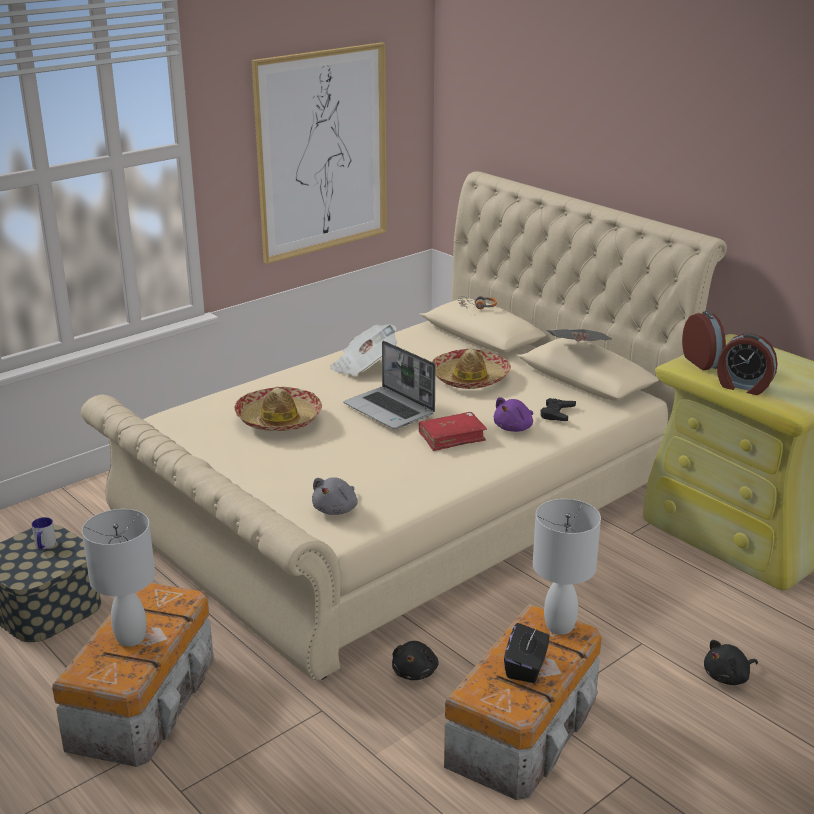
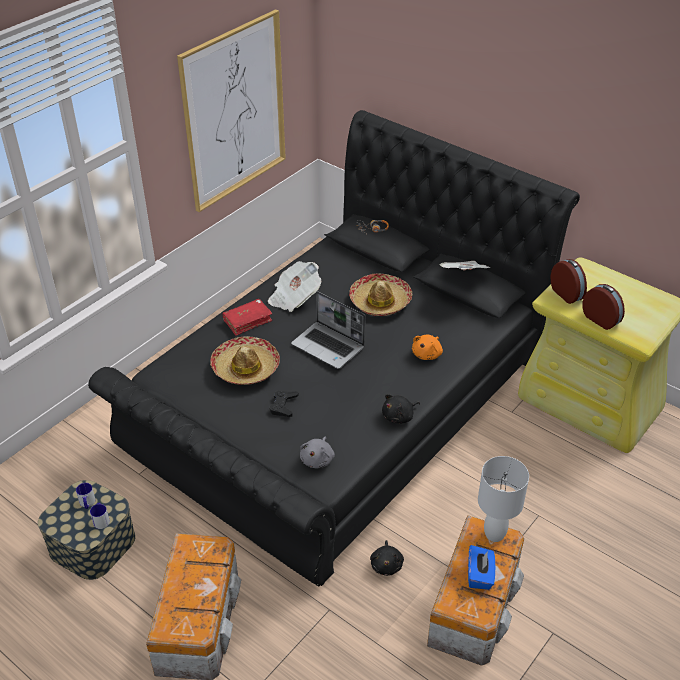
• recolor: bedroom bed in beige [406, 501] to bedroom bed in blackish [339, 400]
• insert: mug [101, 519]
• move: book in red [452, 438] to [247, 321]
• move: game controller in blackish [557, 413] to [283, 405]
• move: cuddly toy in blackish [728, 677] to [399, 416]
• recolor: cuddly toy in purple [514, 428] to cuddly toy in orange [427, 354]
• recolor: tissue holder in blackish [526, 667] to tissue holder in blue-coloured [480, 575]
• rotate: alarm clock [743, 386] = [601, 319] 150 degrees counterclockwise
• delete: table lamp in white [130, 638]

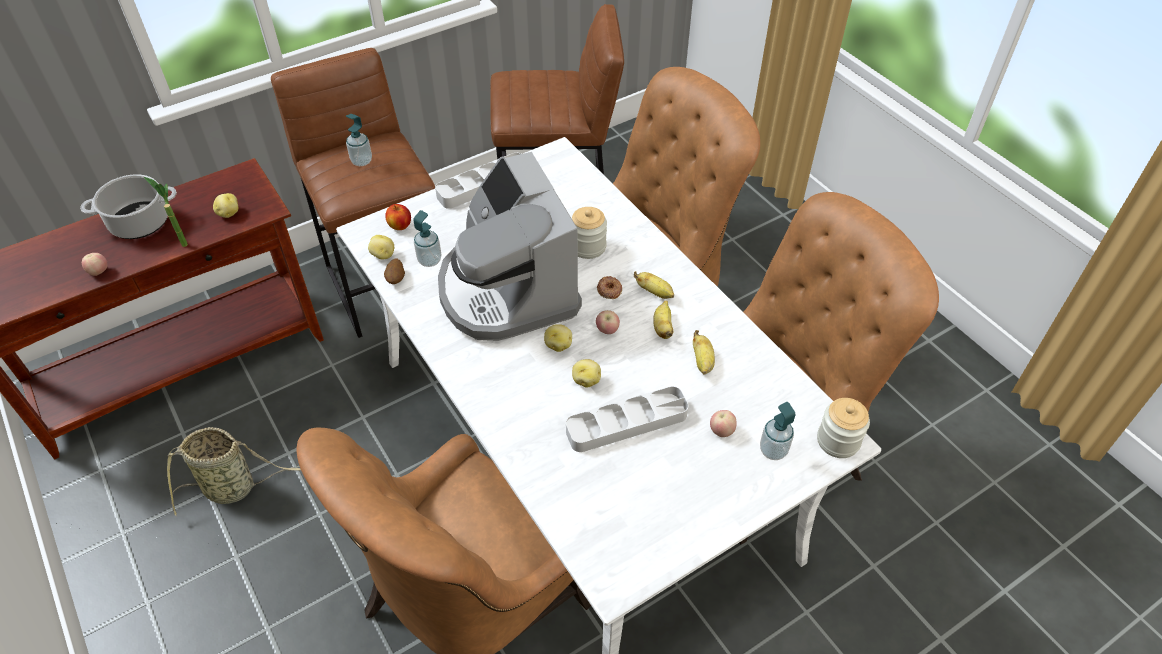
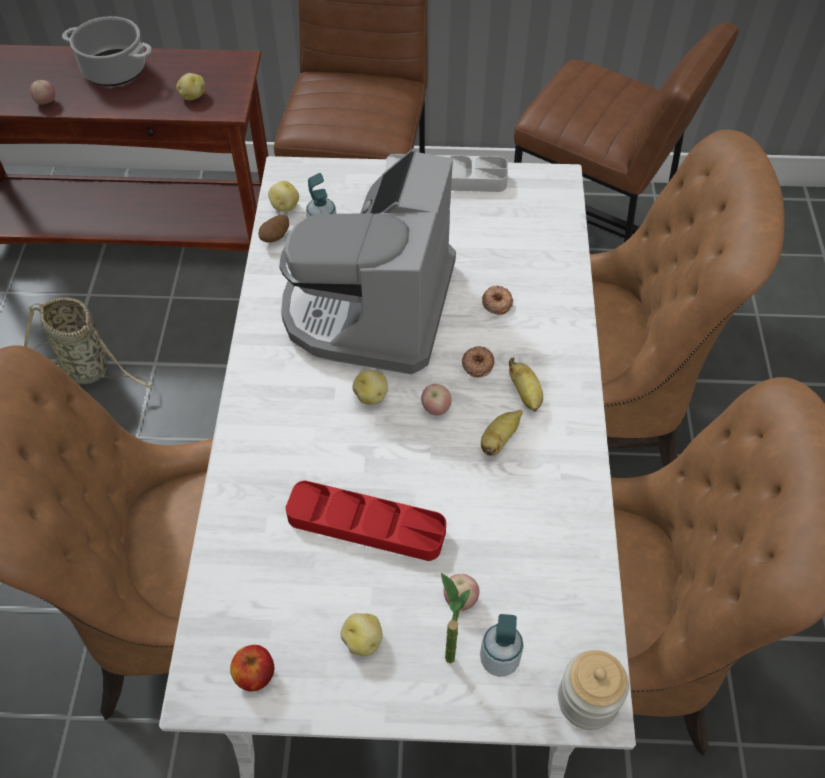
• move: apple fruit [400, 226] to [255, 675]
• recolor: tray in gray [626, 423] to tray in red [366, 525]
• move: potato [586, 380] to [363, 640]
• move: potted plant [181, 241] to [448, 648]
• replace: jar [588, 247] to ring doughnut [497, 303]
• delete: soap dispenser [361, 161]
• delete: whole banana [702, 362]

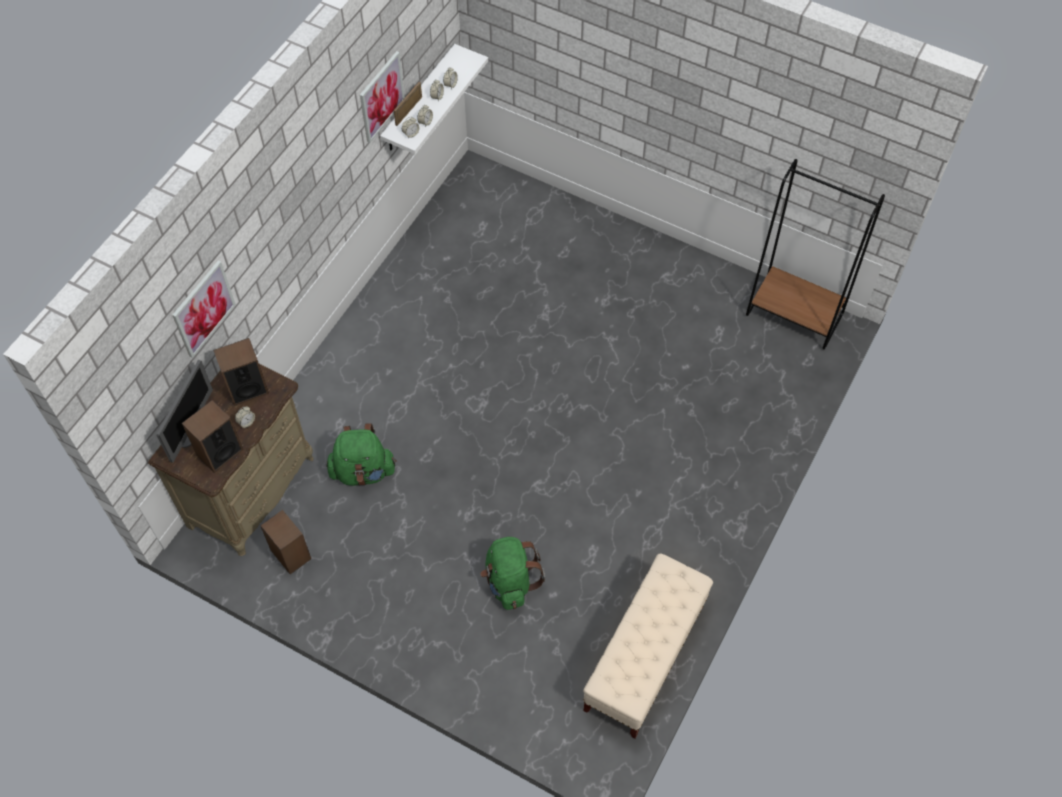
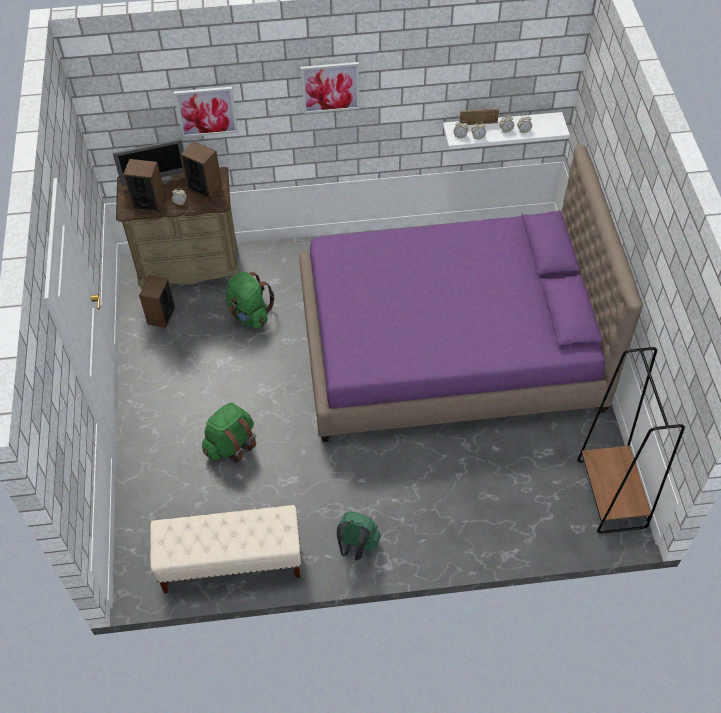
• insert: bedroom bed in purple [449, 347]
• move: picture [381, 96] to [330, 87]
• insert: knapsack in green-coloured [356, 546]

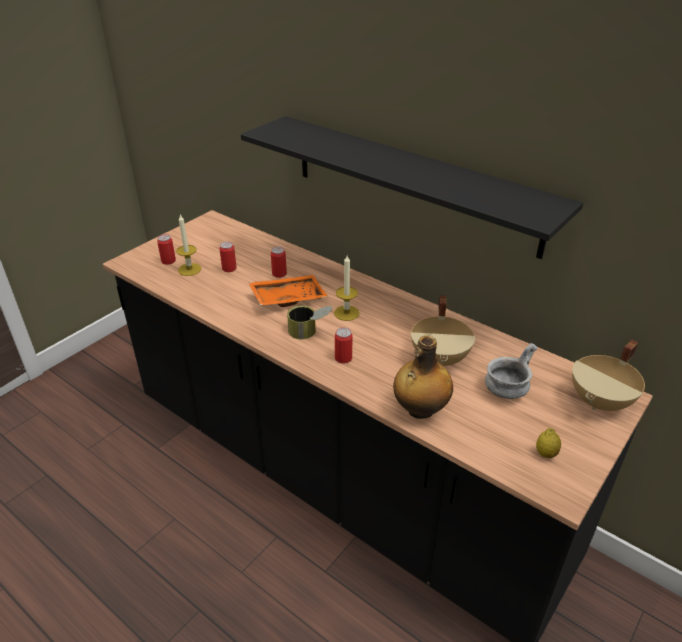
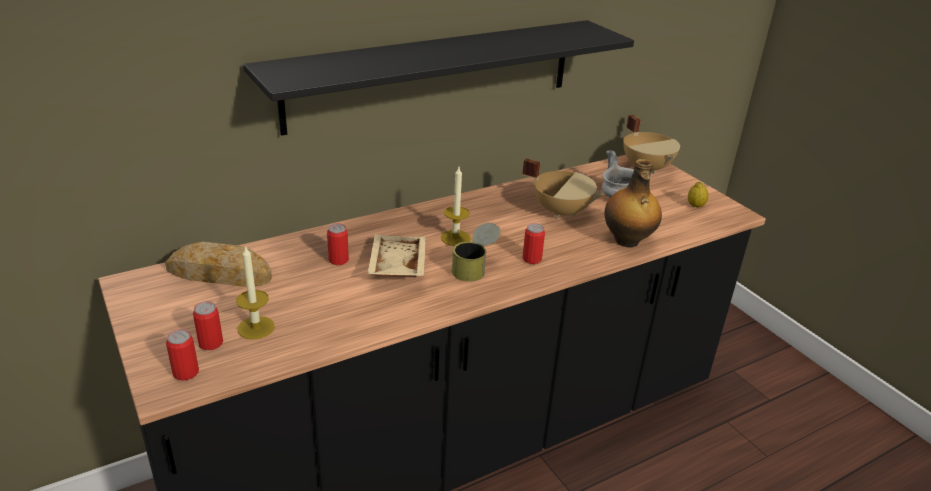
• insert: bread [219, 273]
• move: can [229, 268] to [186, 373]
• recolor: tray in orange [288, 297] to tray in beige [396, 266]

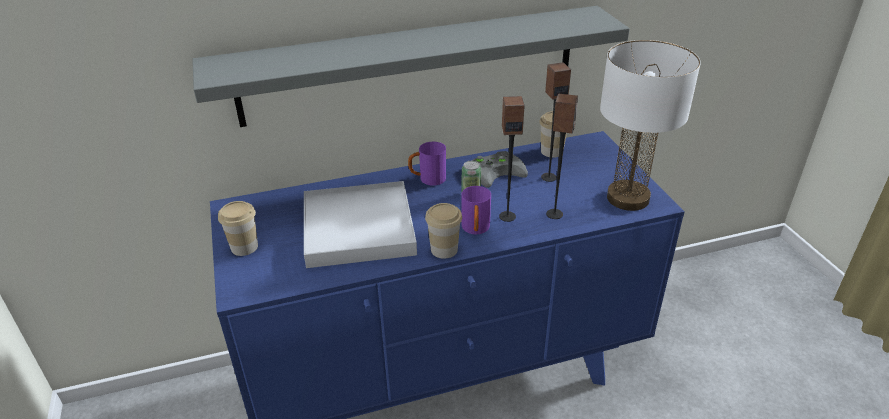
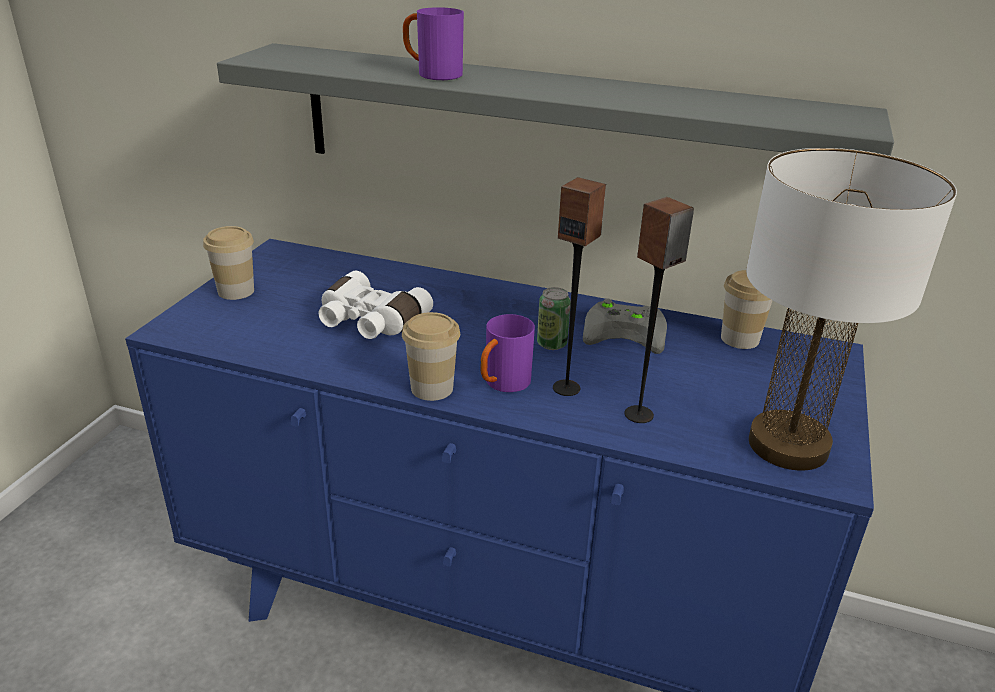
• replace: tray in white [358, 228] to field glasses in white [369, 322]
• move: mug in purple [427, 179] to [432, 74]
• delete: speaker [548, 177]

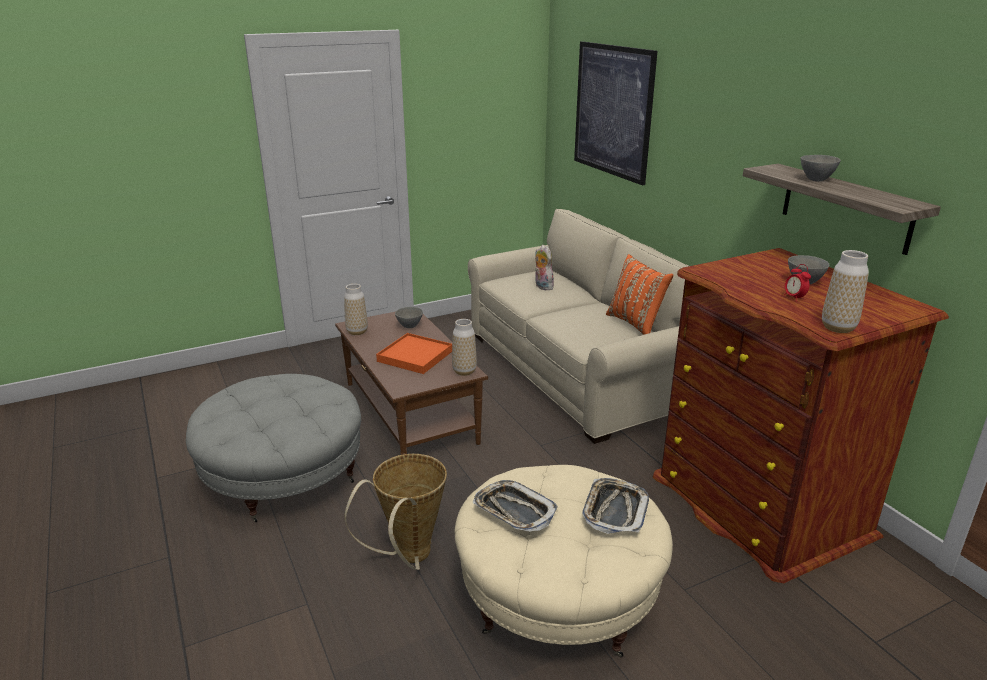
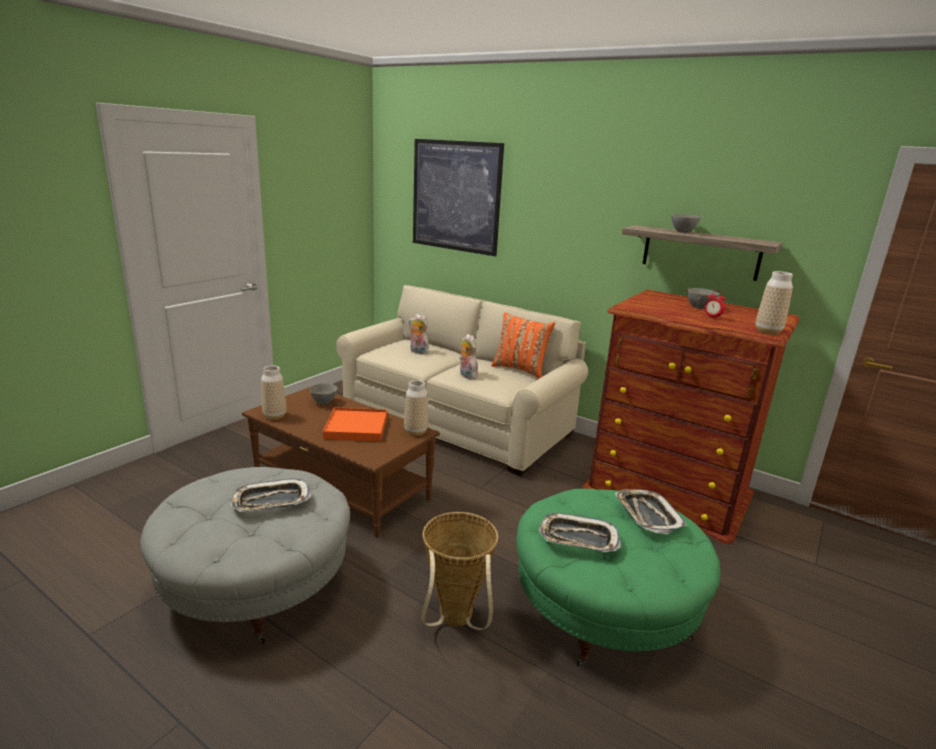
• insert: tray [271, 501]
• insert: cuddly toy [466, 375]
• recolor: footrest in beige [559, 595] to footrest in green-coloured [604, 608]

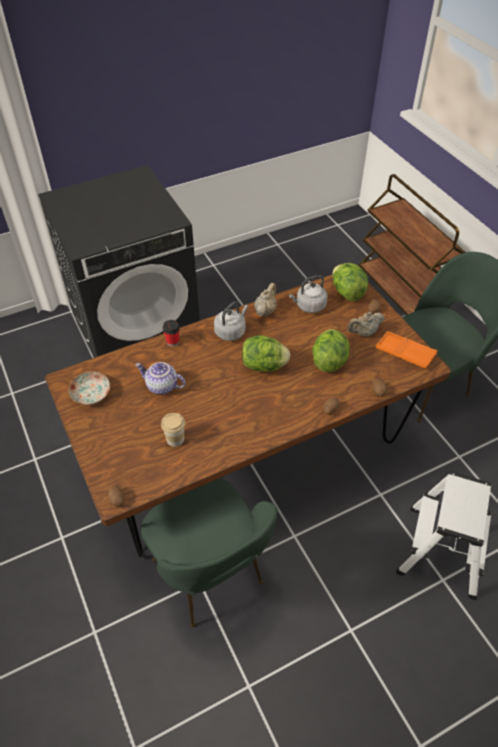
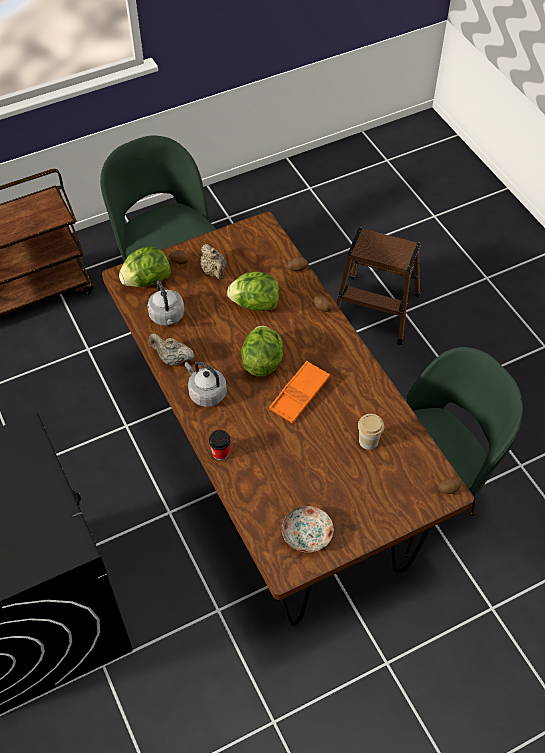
• move: tray in orange [405, 353] to [299, 395]
• recolor: step stool in white [441, 551] to step stool in brownish [375, 308]
• delete: tea pot [161, 387]

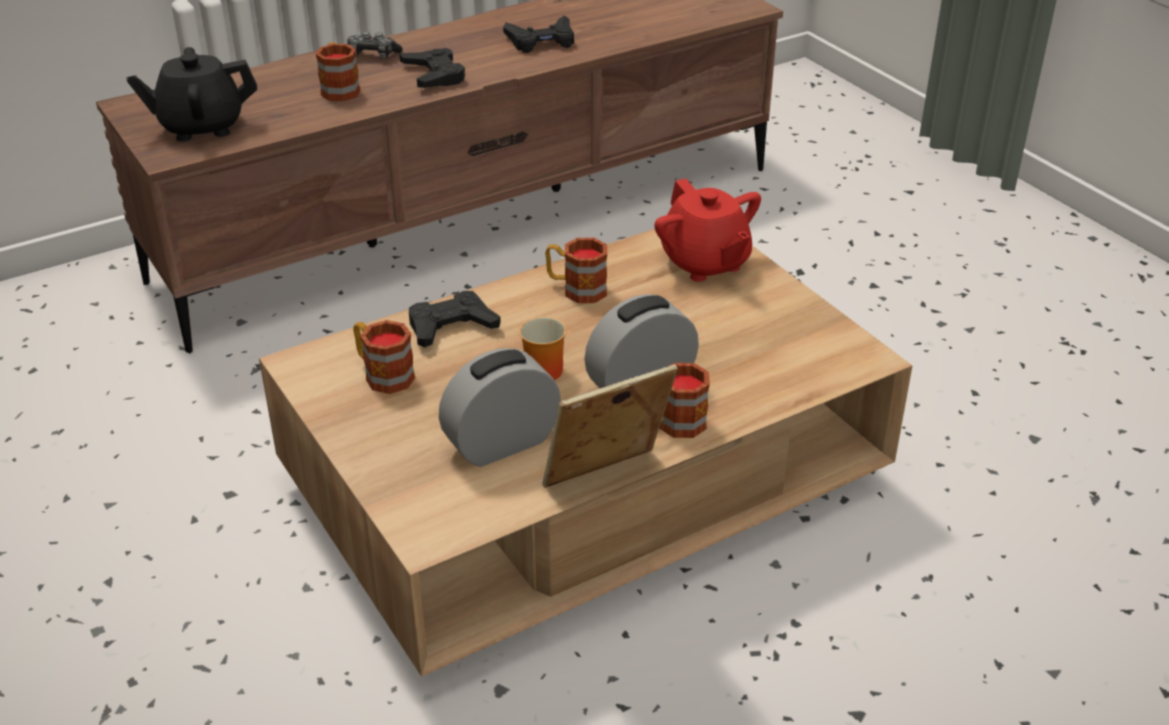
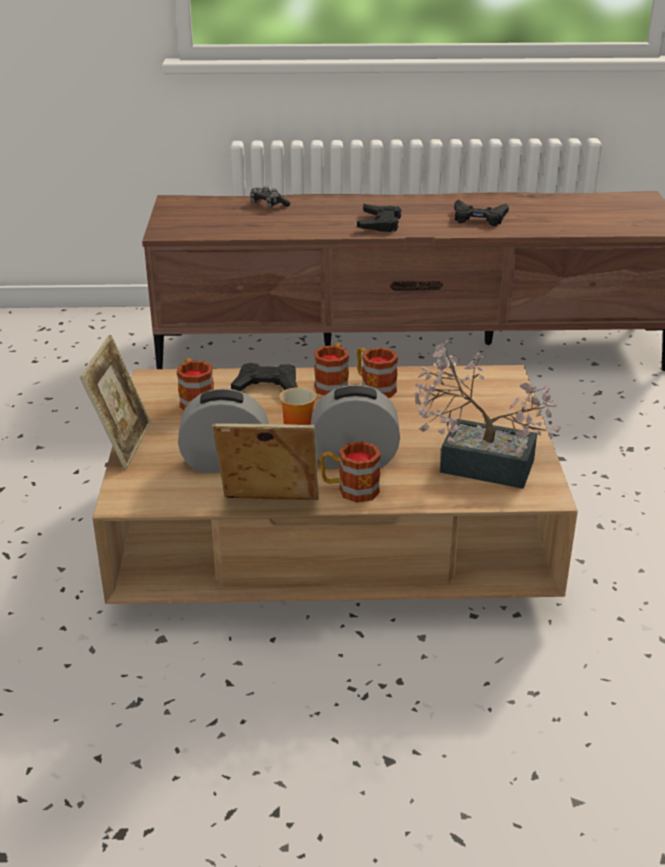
• insert: standing frame [122, 443]
• move: game controller [373, 55] to [268, 204]
• move: mug [339, 89] to [333, 384]
• insert: potted plant [476, 463]
• delete: tea pot in blackish [201, 126]
• delete: tea pot in red [705, 263]

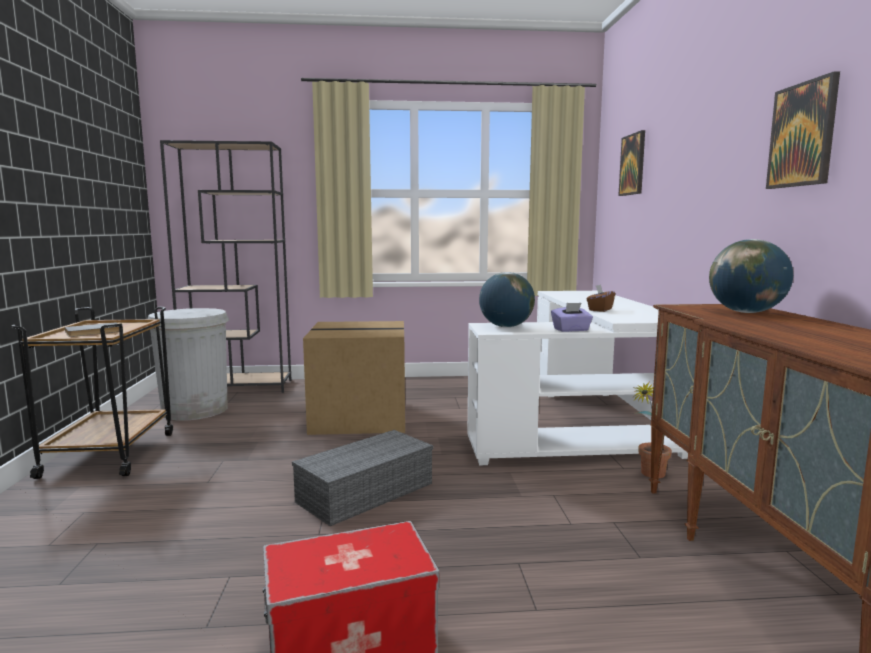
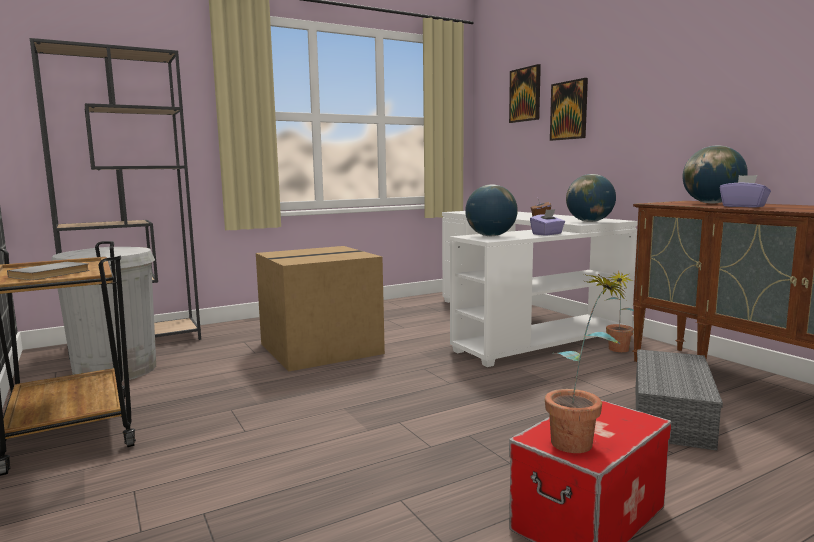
• insert: potted plant [581, 440]
• move: picture [802, 135] to [569, 110]
• insert: world globe [590, 221]
• move: storage container in gray [366, 491] to [669, 414]
• insert: tissue holder in purple [743, 206]

